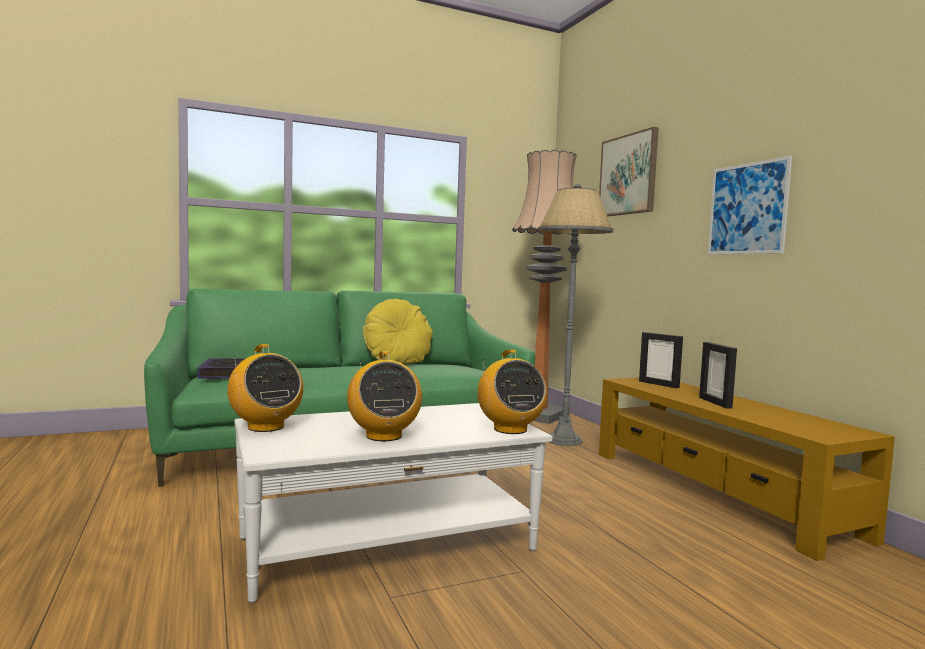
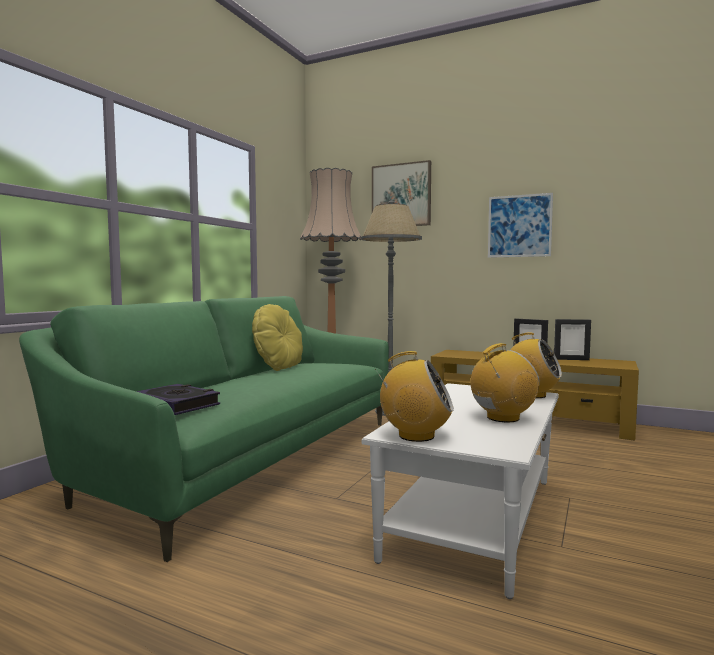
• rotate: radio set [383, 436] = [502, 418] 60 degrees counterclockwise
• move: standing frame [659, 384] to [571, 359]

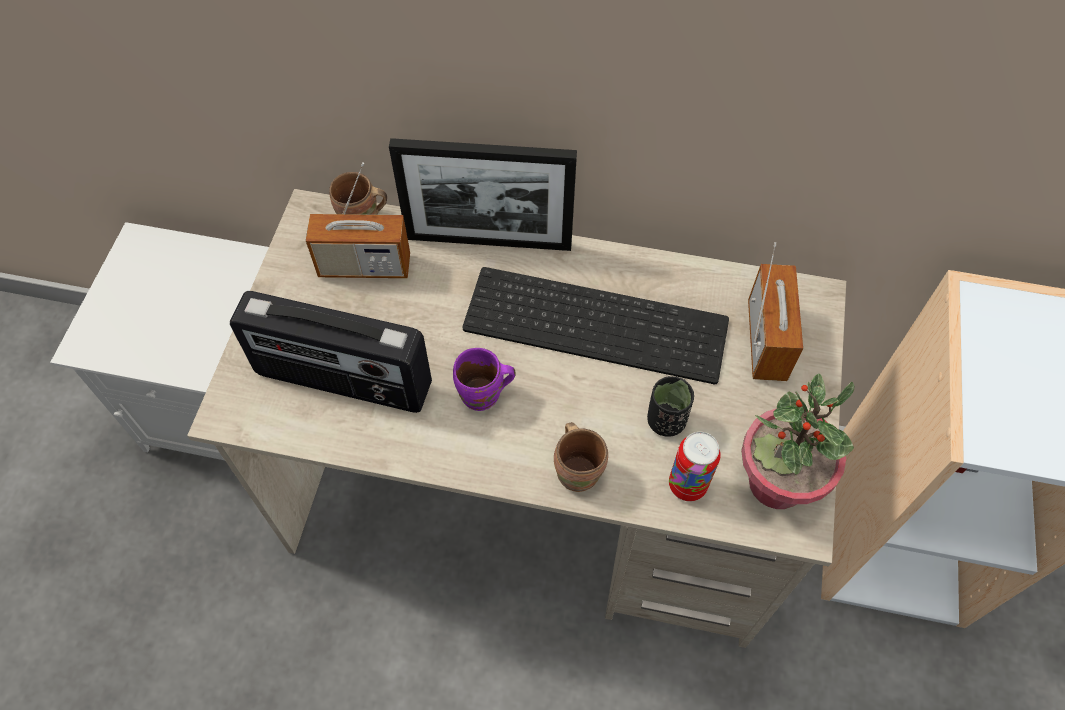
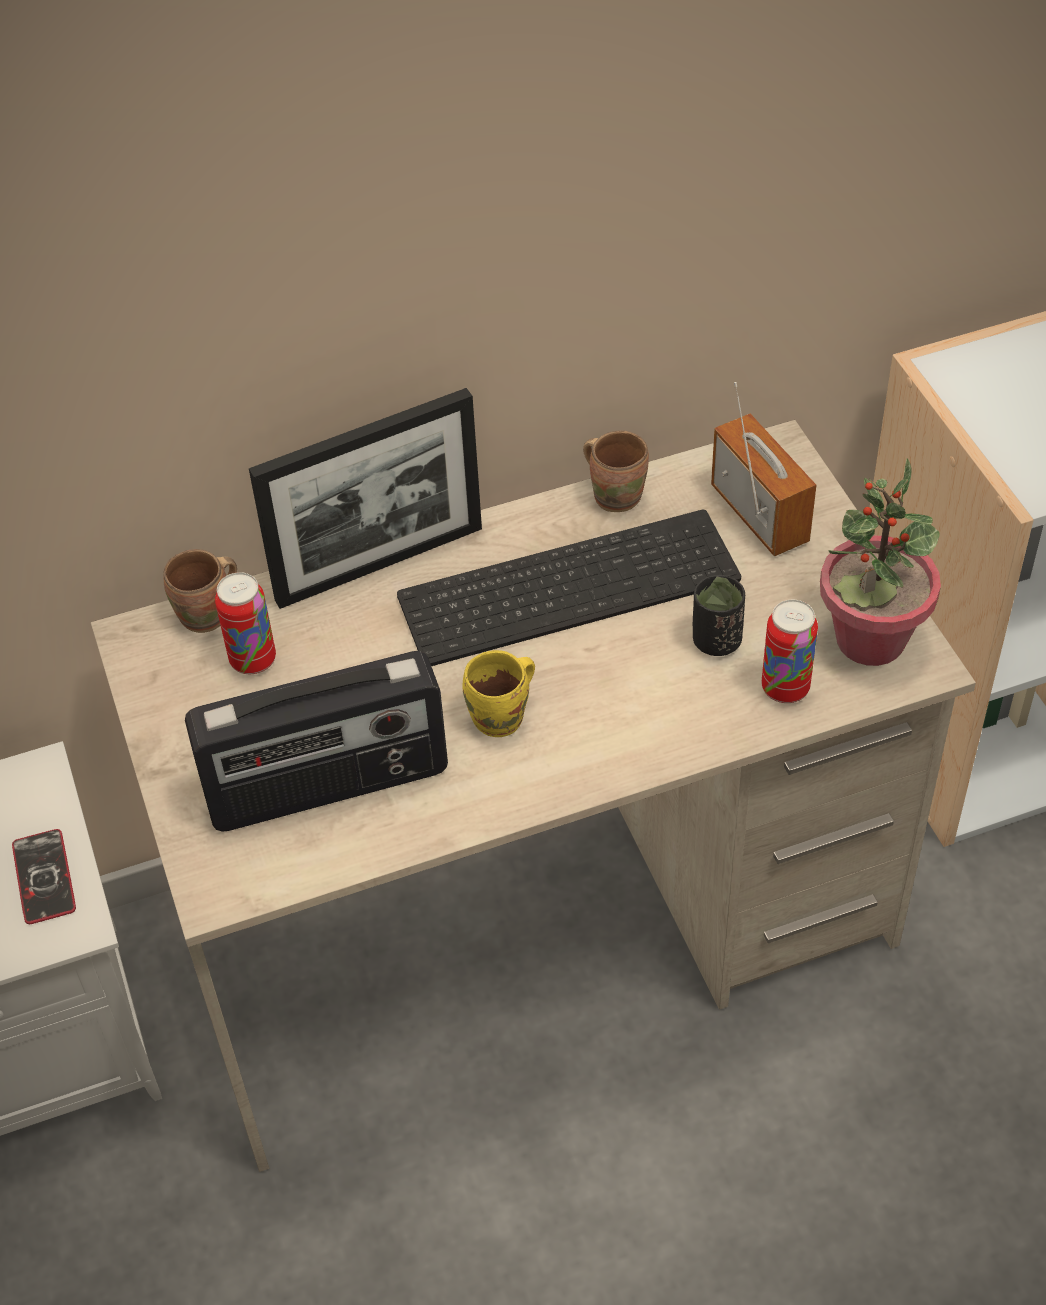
• insert: telephone [44, 877]
• replace: radio set [364, 266] to can [253, 660]
• recolor: mug in purple [483, 396] to mug in yellow-coloured [503, 719]
• move: mug in brownish [579, 470] to [617, 494]

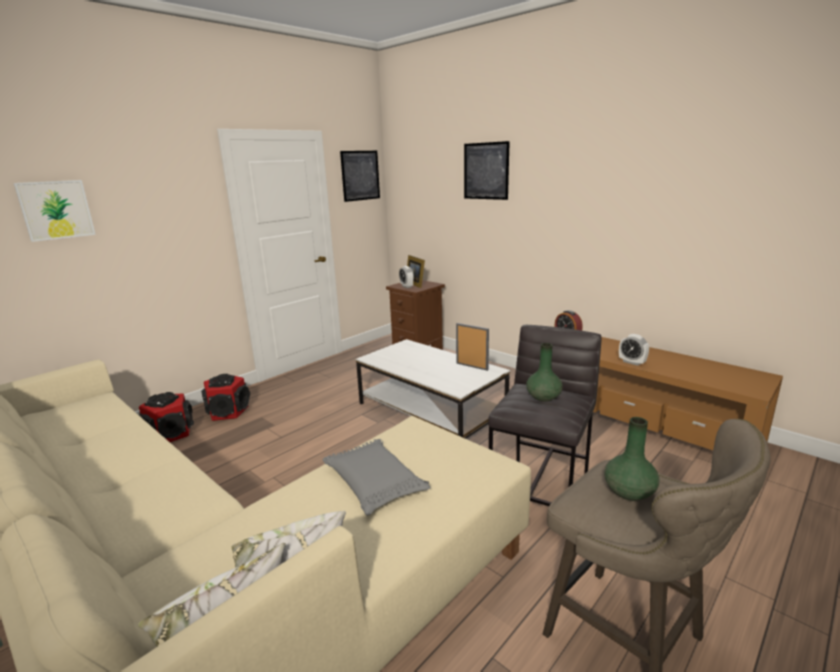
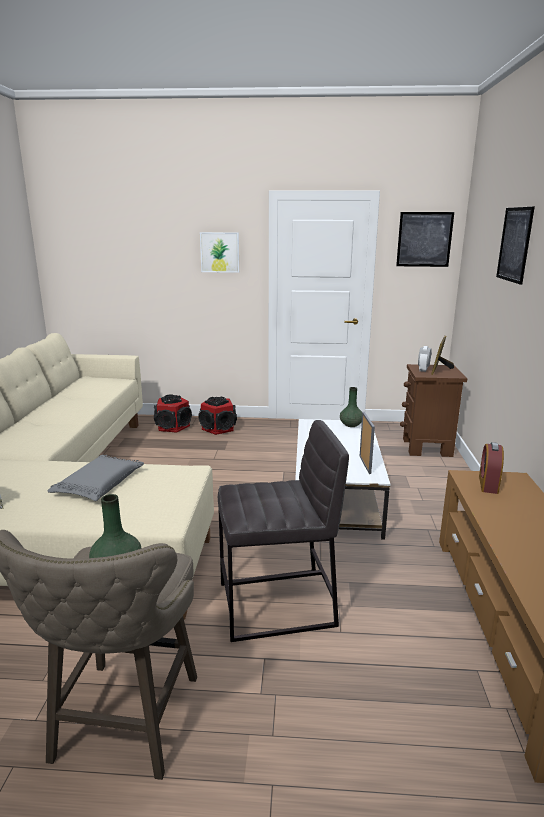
• move: picture [56, 210] to [220, 252]
• move: flower vase in green-coloured [543, 397] to [351, 424]
• delete: alarm clock [632, 362]

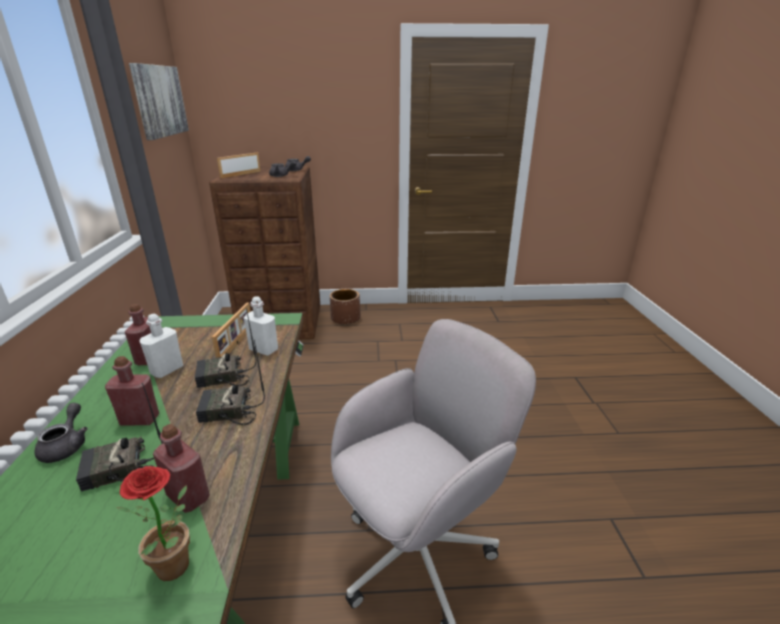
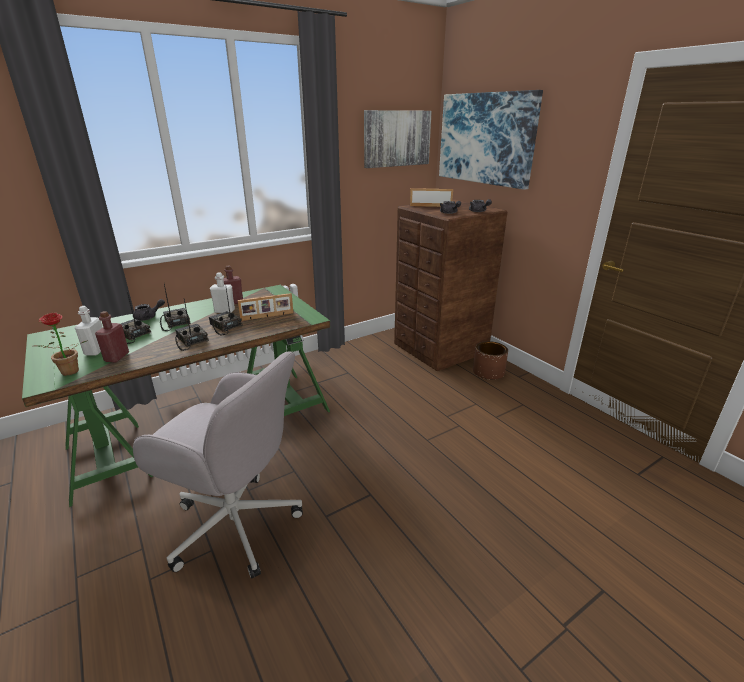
• move: drink bottle in white [264, 349] to [96, 351]
• replace: drink bottle in red [139, 419] to radio set [175, 323]
• insert: picture [485, 139]

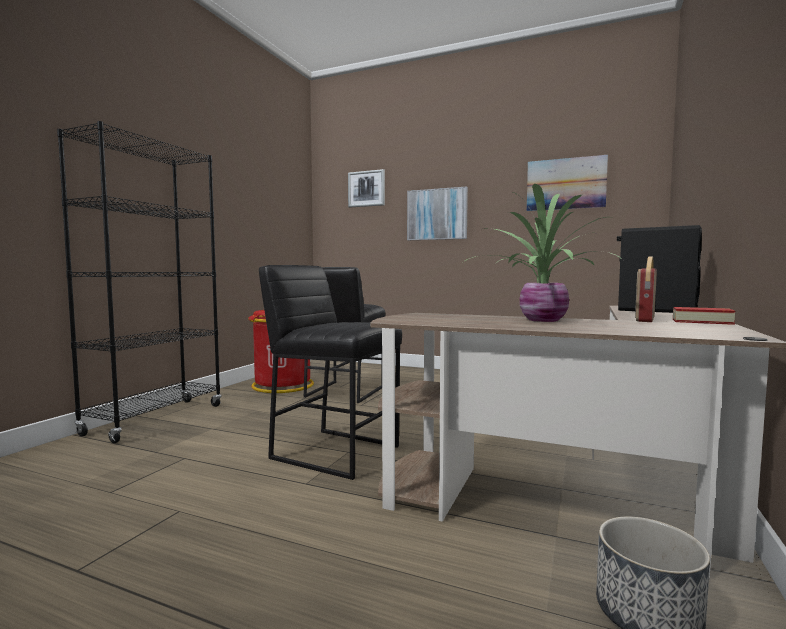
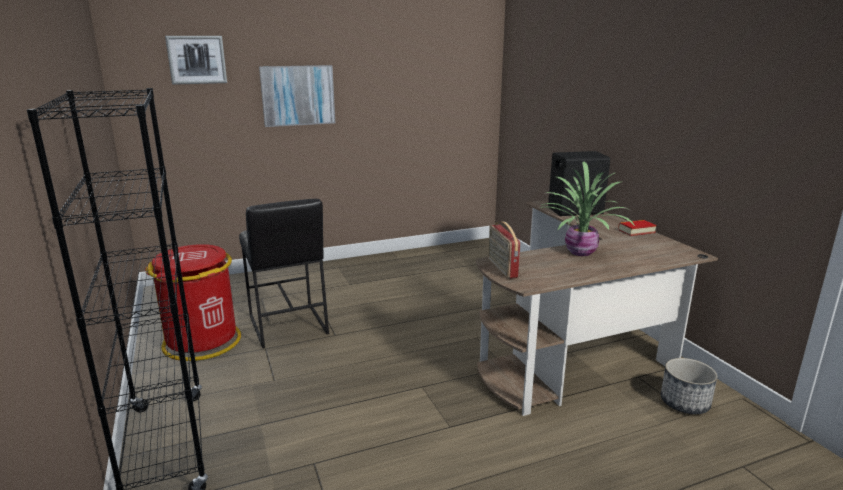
• move: radio set [644, 318] to [501, 268]
• delete: sitting stool in blackish [334, 452]
• delete: picture [565, 184]

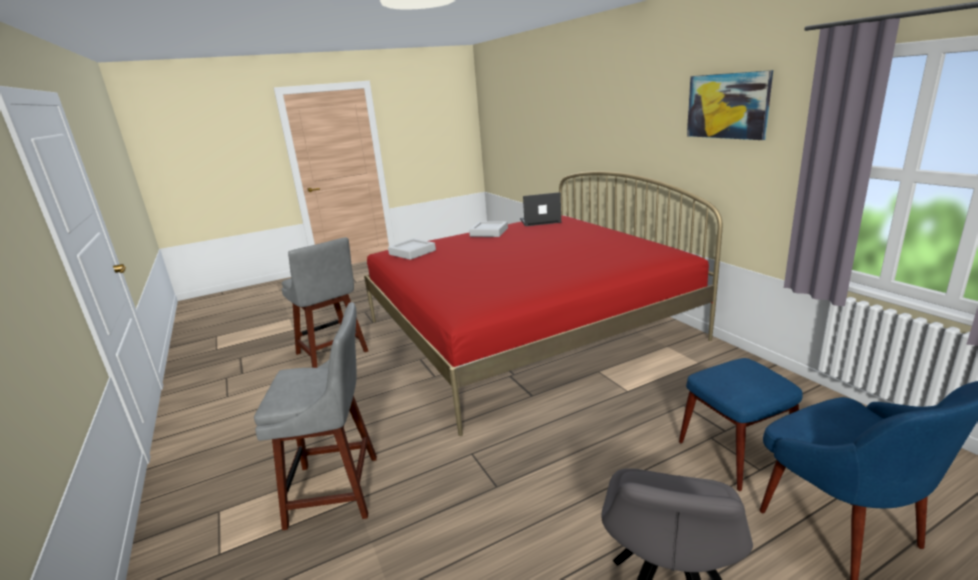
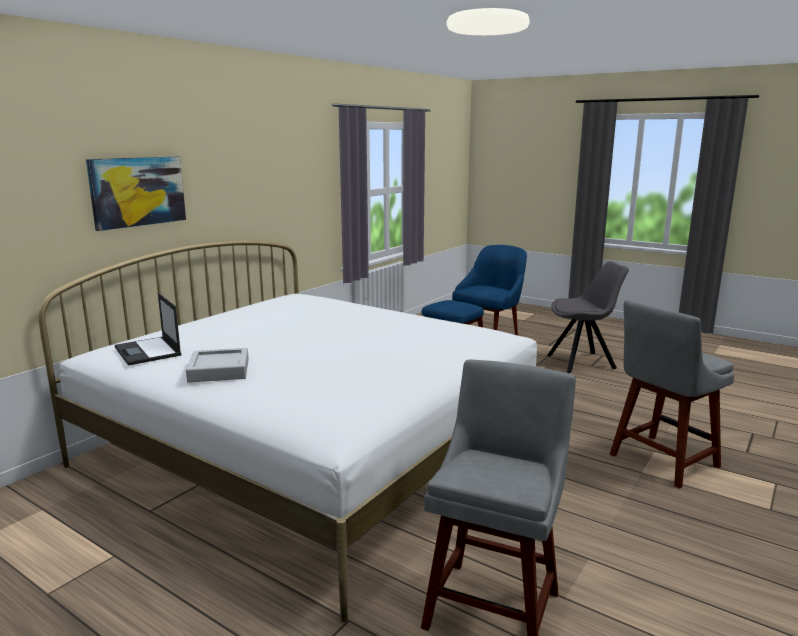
• recolor: bedroom bed in red [526, 330] to bedroom bed in white [314, 449]
• move: picture [727, 106] to [138, 191]
• rotate: plain chair in gray [339, 490] = [660, 461] 90 degrees counterclockwise
• delete: tray in gray [412, 252]

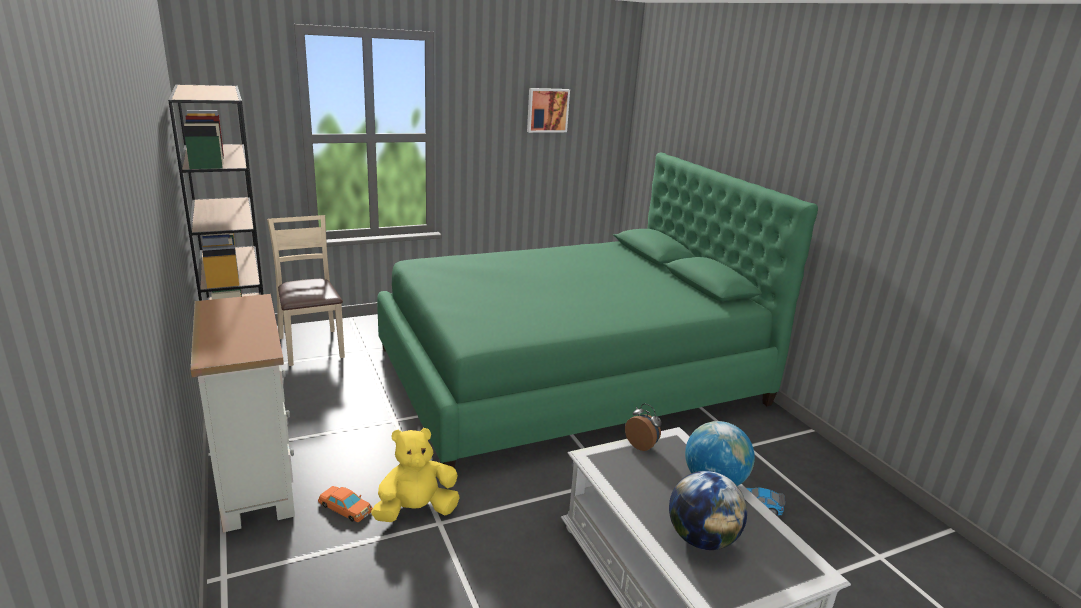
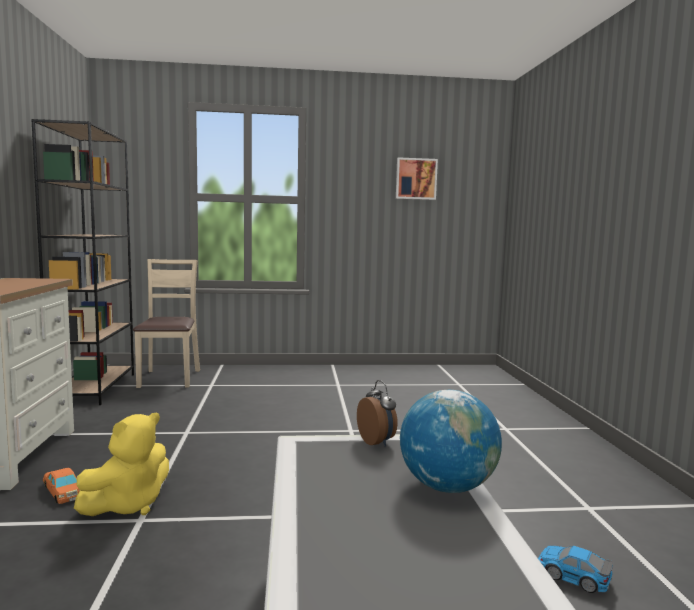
• rotate: cuddly toy in yellow-coloured [416, 511] = [128, 505] 135 degrees clockwise
• delete: bedroom bed in green-coloured [569, 375]
• delete: world globe [701, 539]

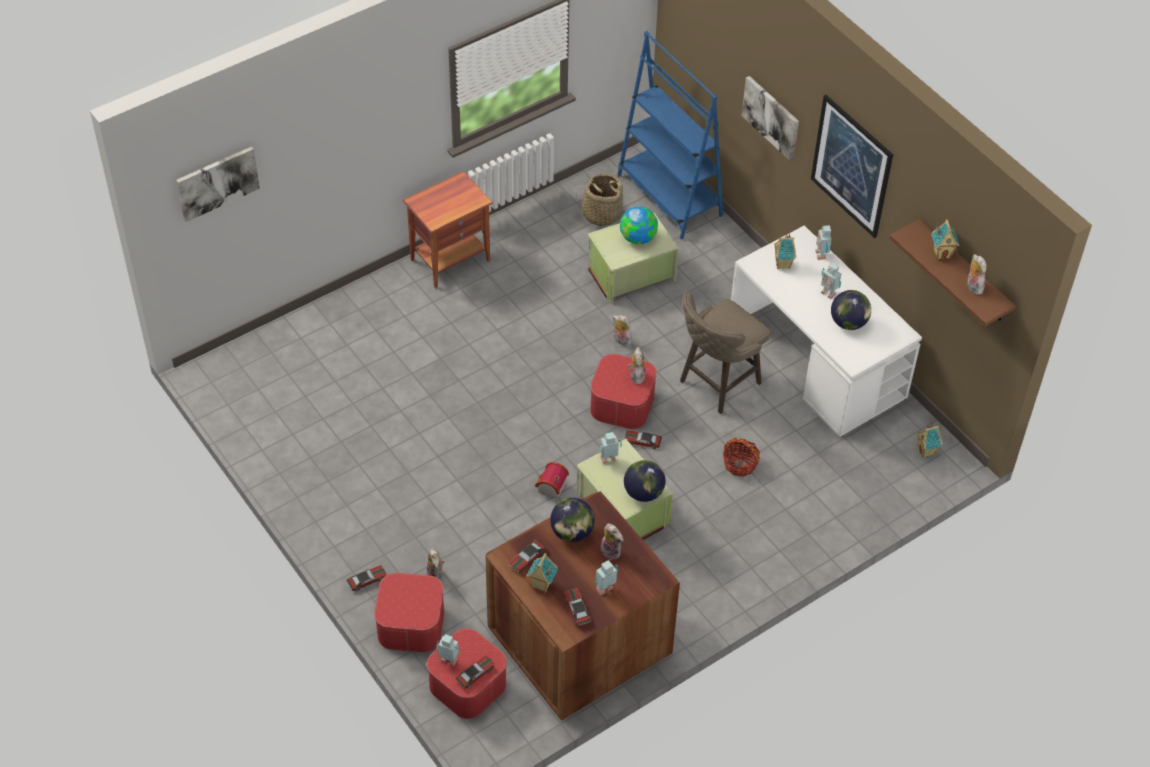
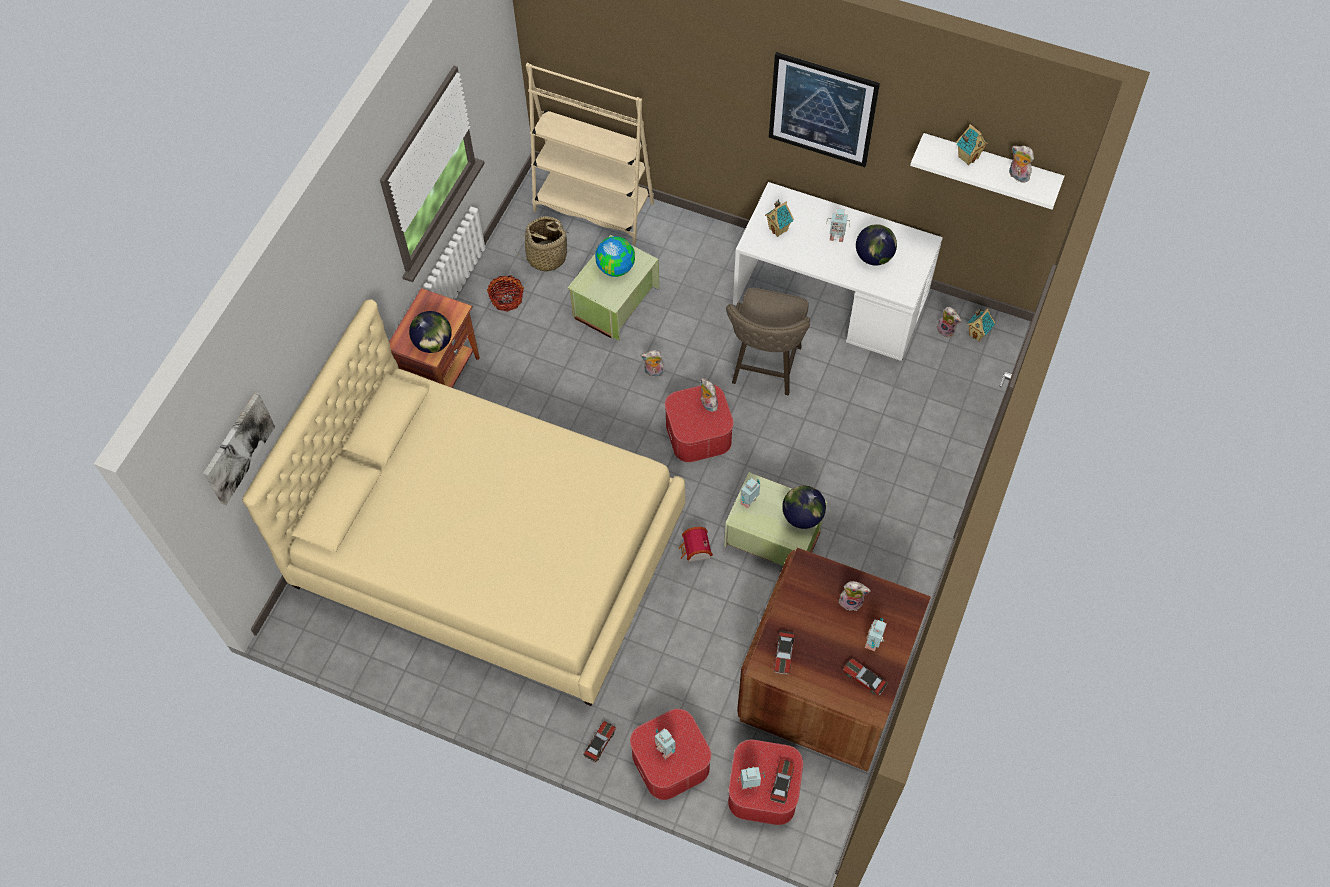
• insert: bedroom bed in beige [489, 547]
• move: world globe [572, 532] to [433, 343]
• move: household basket [740, 464] to [506, 299]
• recolor: bookshelf in blue-coloured [669, 195] to bookshelf in beige [594, 207]
• move: robot figure [821, 254] to [665, 749]
• recolor: shelf in brownish [963, 272] to shelf in white [990, 165]
• move: cuddly toy [436, 575] to [947, 330]
• delete: model house [541, 585]
• delete: toy car [642, 441]
• delete: picture [771, 117]

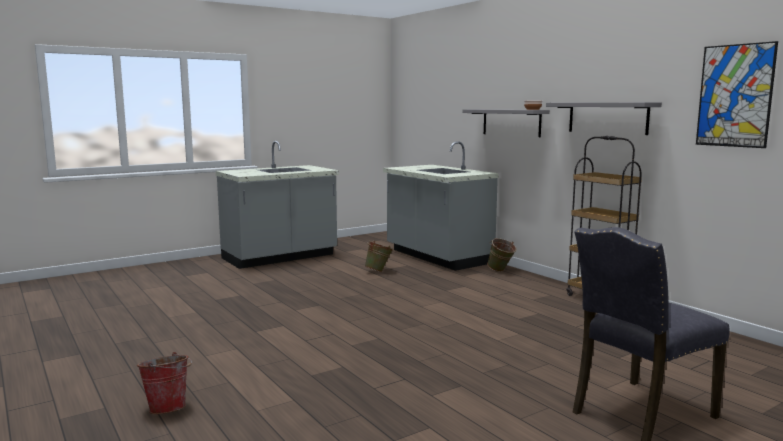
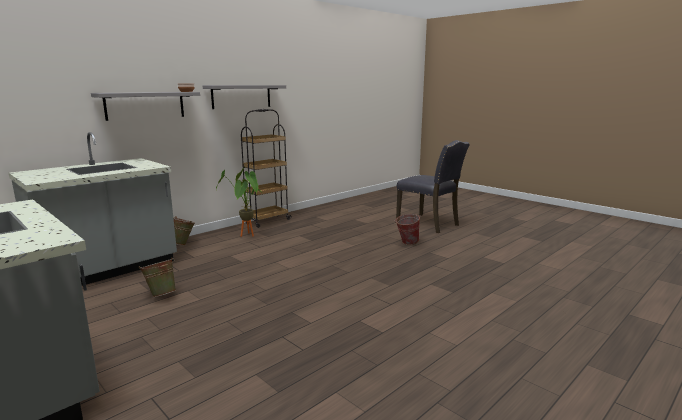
• insert: potted plant [246, 236]
• move: bucket [168, 408] to [406, 243]
• delete: picture [735, 96]

